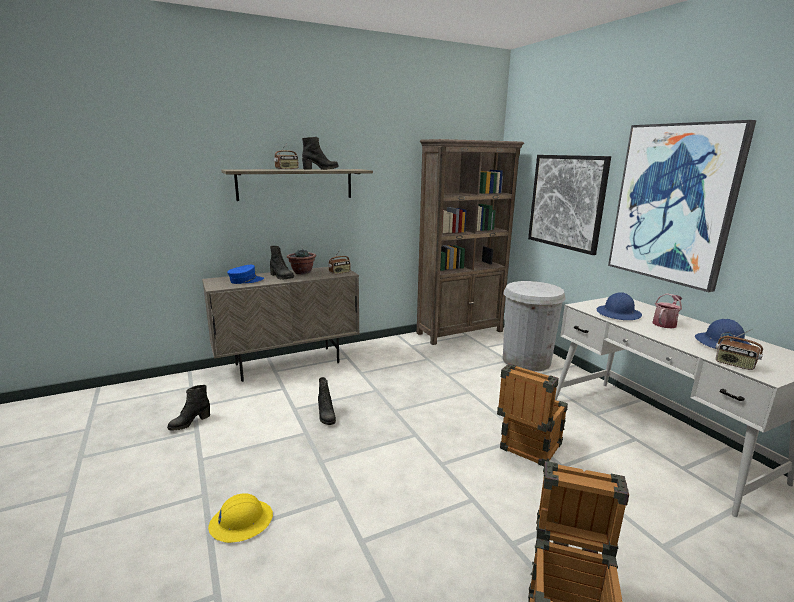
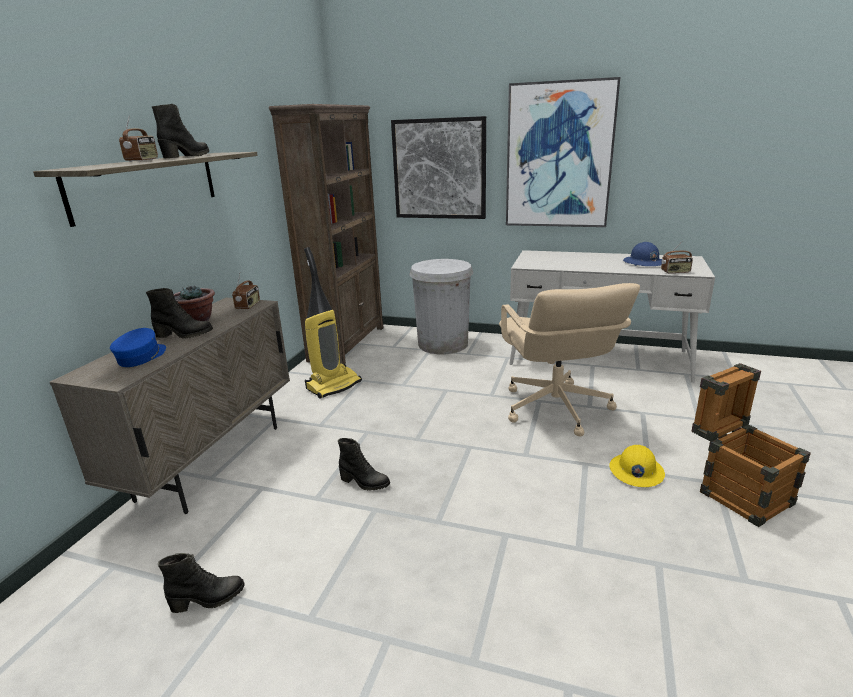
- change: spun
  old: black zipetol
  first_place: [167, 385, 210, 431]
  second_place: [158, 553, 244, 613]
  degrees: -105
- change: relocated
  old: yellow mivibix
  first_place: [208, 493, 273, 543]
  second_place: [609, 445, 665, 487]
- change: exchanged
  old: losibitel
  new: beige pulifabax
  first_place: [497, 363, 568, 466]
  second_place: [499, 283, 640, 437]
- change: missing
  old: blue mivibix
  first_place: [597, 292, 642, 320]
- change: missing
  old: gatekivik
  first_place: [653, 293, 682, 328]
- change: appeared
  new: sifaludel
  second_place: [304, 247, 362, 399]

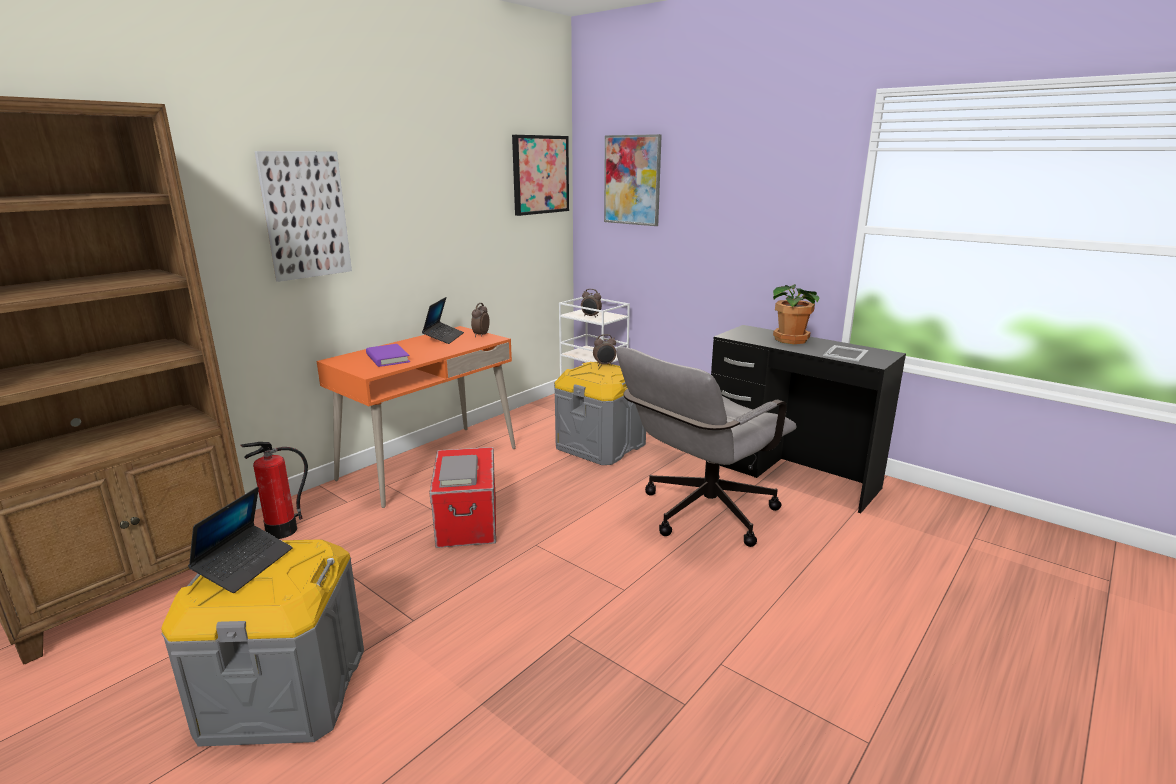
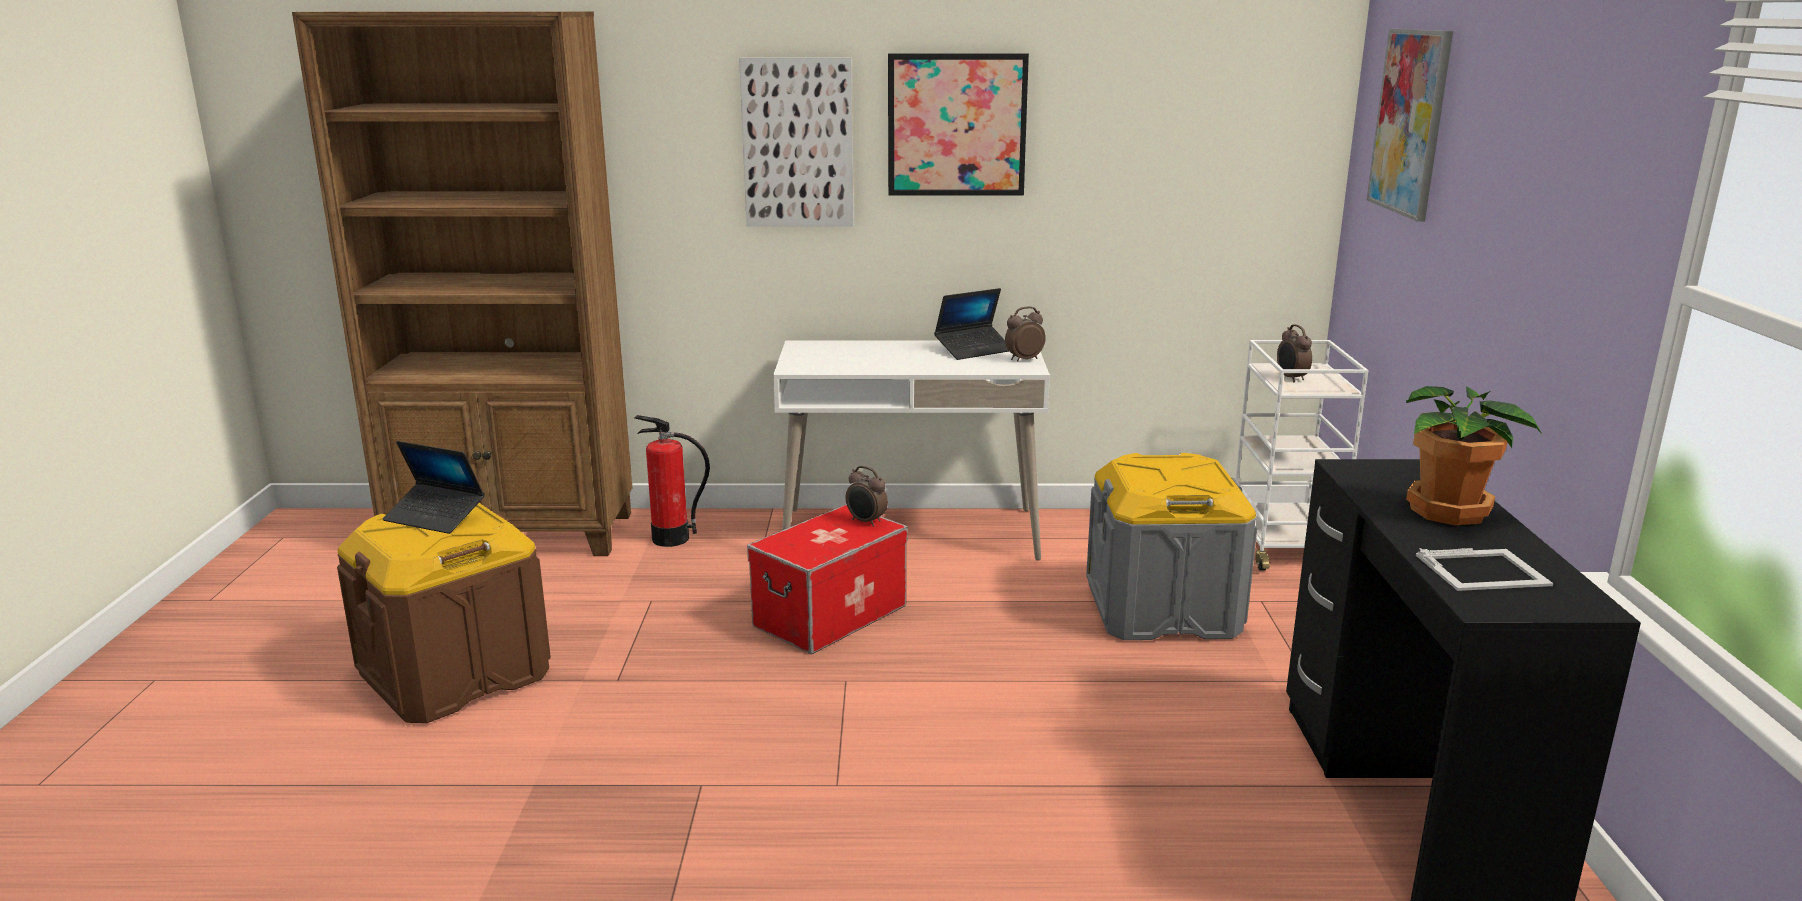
- change: colour
  old: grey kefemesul
  new: brown kefemesul
  first_place: [161, 539, 364, 747]
  second_place: [337, 503, 551, 723]
- change: spun
  old: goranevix
  first_place: [188, 487, 292, 593]
  second_place: [383, 441, 485, 534]
  degrees: 45
- change: colour
  old: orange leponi
  new: white leponi
  first_place: [316, 326, 516, 508]
  second_place: [773, 340, 1050, 561]
- change: missing
  old: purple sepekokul
  first_place: [366, 344, 410, 367]
- change: missing
  old: grey sepekokul
  first_place: [439, 455, 478, 488]
- change: relocated
  old: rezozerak
  first_place: [512, 135, 569, 216]
  second_place: [888, 53, 1029, 196]
- change: relocated
  old: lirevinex
  first_place: [593, 334, 616, 366]
  second_place: [846, 466, 888, 527]
- change: missing
  old: grey pulifabax
  first_place: [616, 347, 797, 547]

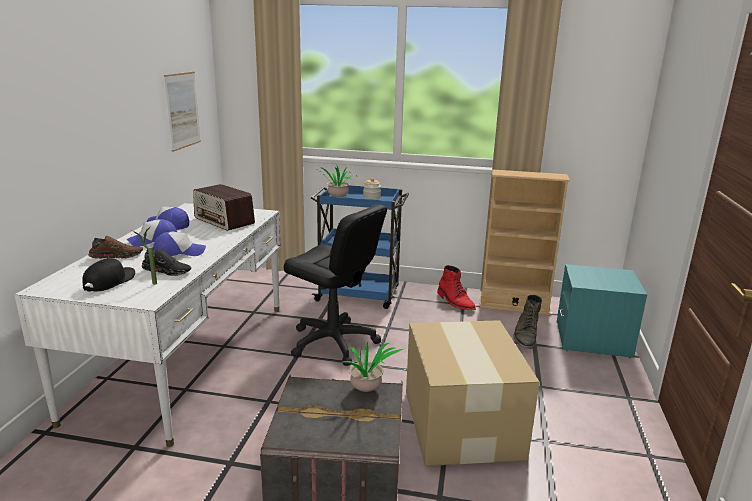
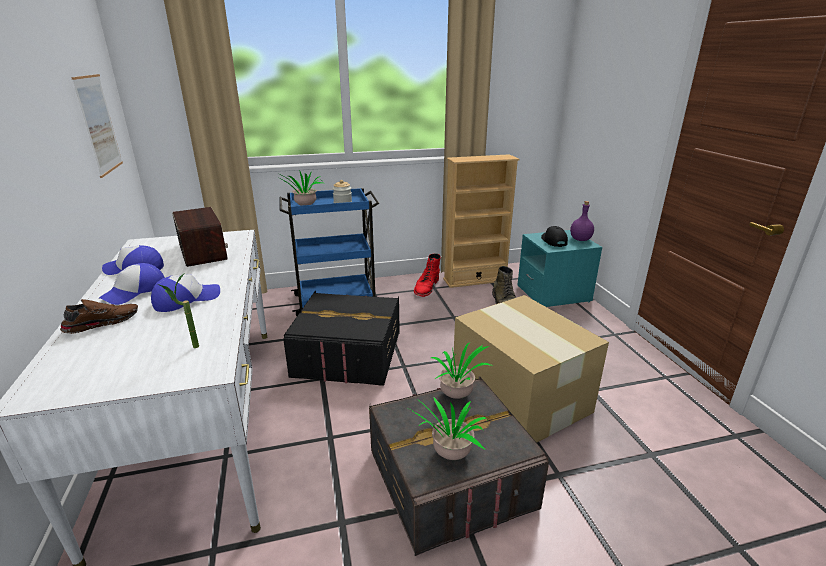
- change: relocated
  old: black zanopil
  first_place: [82, 258, 135, 292]
  second_place: [541, 226, 568, 247]
- change: missing
  old: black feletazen
  first_place: [142, 248, 191, 276]
- change: spun
  old: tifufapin
  first_place: [193, 184, 255, 231]
  second_place: [172, 207, 228, 267]
  degrees: -135
- change: exchanged
  old: black pulifabax
  new: black kefemesul
  first_place: [284, 204, 387, 366]
  second_place: [283, 291, 400, 386]
- change: spun
  old: red zipetol
  first_place: [437, 265, 476, 310]
  second_place: [414, 253, 441, 297]
  degrees: 75
- change: appeared
  new: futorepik
  second_place: [411, 397, 488, 460]
- change: appeared
  new: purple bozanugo
  second_place: [570, 201, 594, 241]

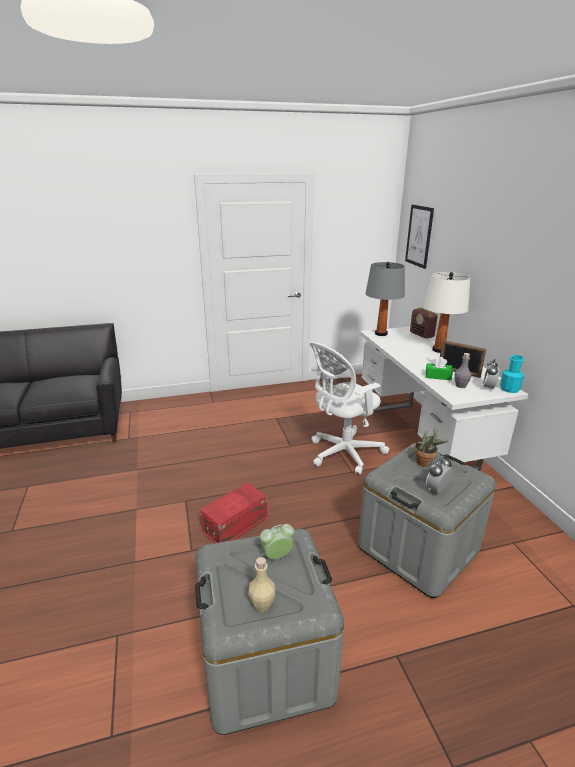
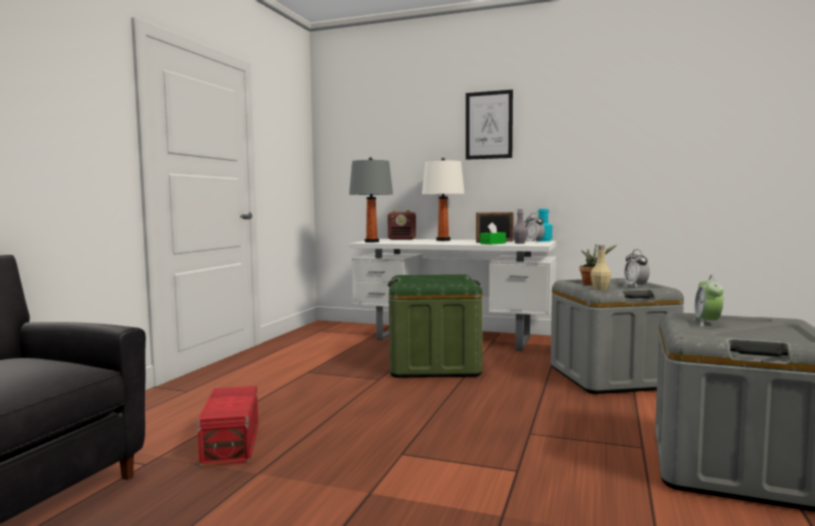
- change: relocated
  old: red kefemesul
  first_place: [200, 482, 267, 543]
  second_place: [197, 386, 258, 466]
- change: relocated
  old: beige bozanugo
  first_place: [248, 557, 275, 612]
  second_place: [591, 245, 611, 290]
- change: exchanged
  old: white pulifabax
  new: green kefemesul
  first_place: [310, 342, 389, 475]
  second_place: [388, 274, 483, 378]
- change: relocated
  old: rezozerak
  first_place: [405, 205, 434, 269]
  second_place: [466, 90, 513, 160]

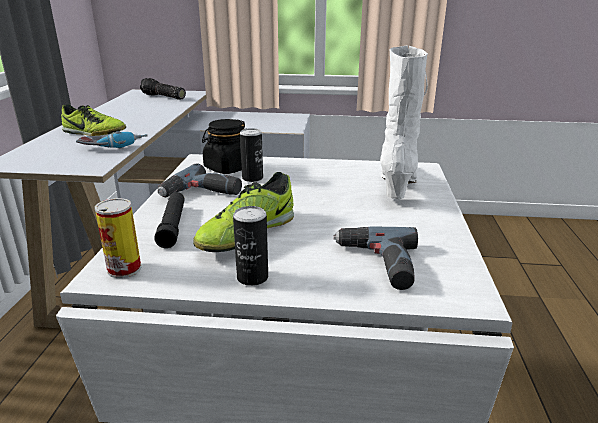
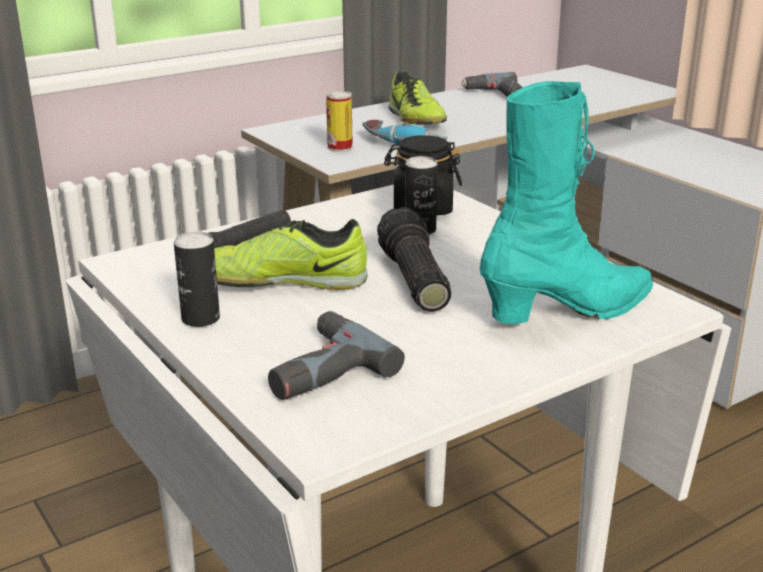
- change: relocated
  old: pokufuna
  first_place: [95, 198, 142, 278]
  second_place: [326, 91, 353, 152]
- change: relocated
  old: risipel
  first_place: [140, 78, 186, 99]
  second_place: [377, 207, 451, 312]
- change: relocated
  old: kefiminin
  first_place: [158, 164, 242, 197]
  second_place: [461, 72, 523, 97]
- change: colour
  old: white zipetol
  new: turquoise zipetol
  first_place: [380, 45, 428, 199]
  second_place: [480, 81, 653, 324]

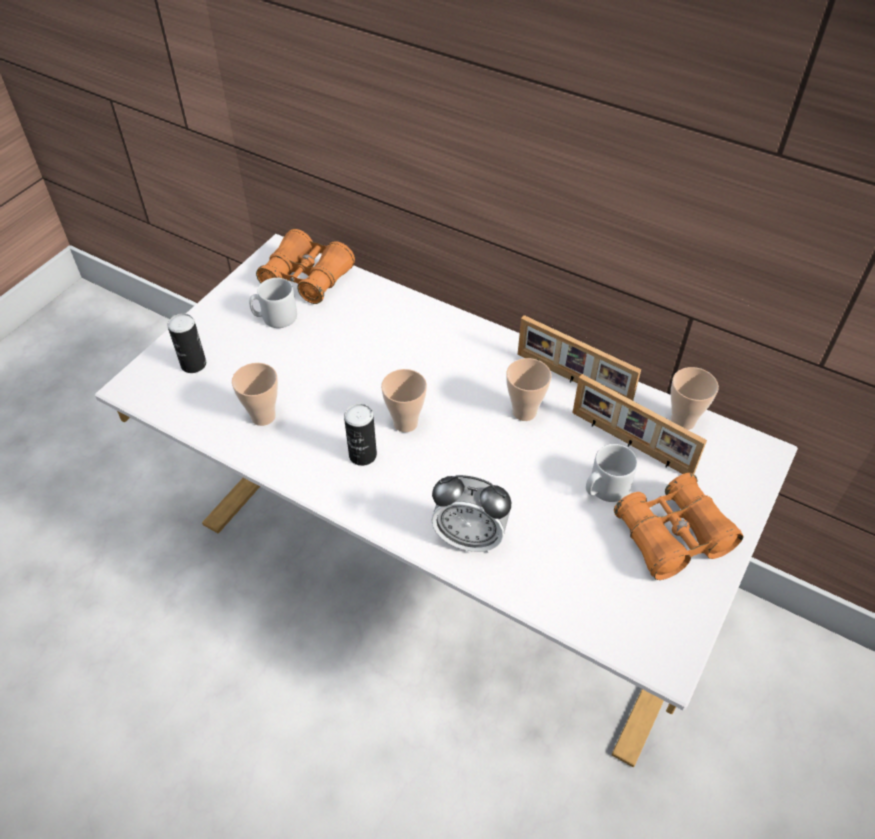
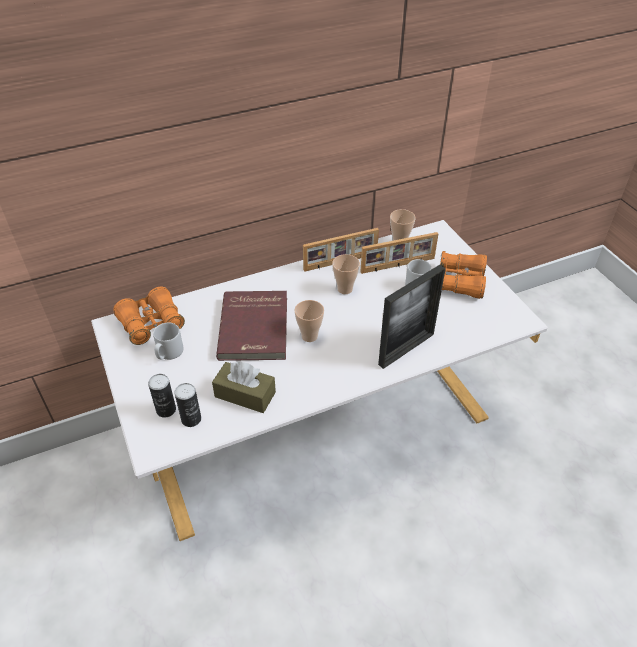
- change: exchanged
  old: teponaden
  new: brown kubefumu
  first_place: [232, 363, 278, 426]
  second_place: [212, 362, 276, 413]
- change: relocated
  old: pokufuna
  first_place: [344, 404, 377, 466]
  second_place: [174, 383, 201, 427]
- change: exchanged
  old: lirevinex
  new: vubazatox
  first_place: [431, 475, 511, 553]
  second_place: [378, 265, 446, 369]
- change: appeared
  new: red sepekokul
  second_place: [216, 291, 287, 361]

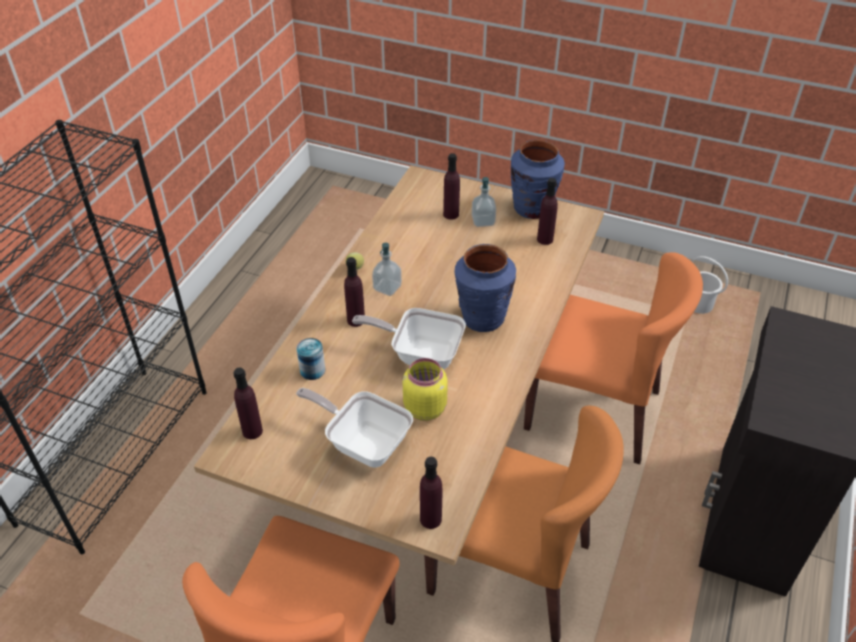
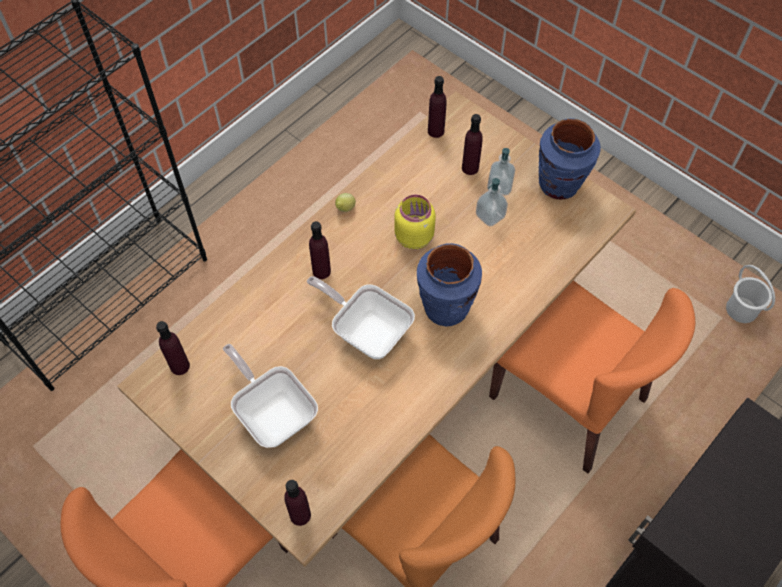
- change: missing
  old: pokufuna
  first_place: [296, 338, 325, 380]
- change: relocated
  old: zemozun
  first_place: [372, 243, 402, 296]
  second_place: [476, 178, 508, 226]
- change: relocated
  old: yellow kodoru
  first_place: [403, 358, 448, 421]
  second_place: [394, 195, 436, 249]
- change: relocated
  old: purple bozanugo
  first_place: [537, 178, 558, 245]
  second_place: [428, 76, 446, 138]

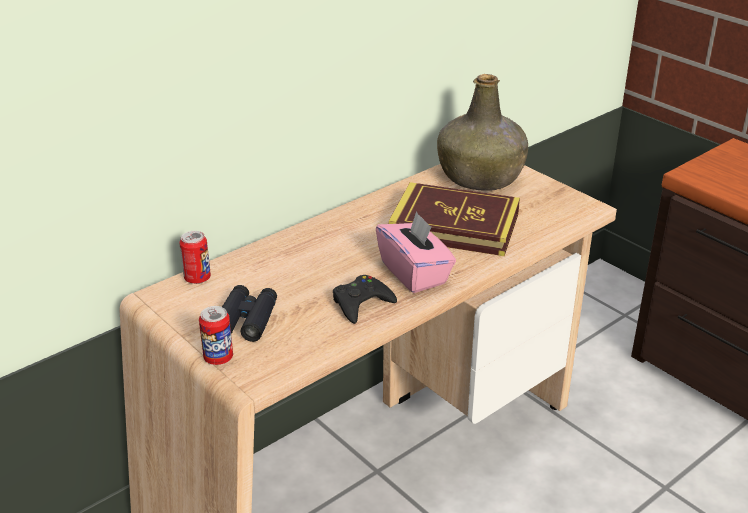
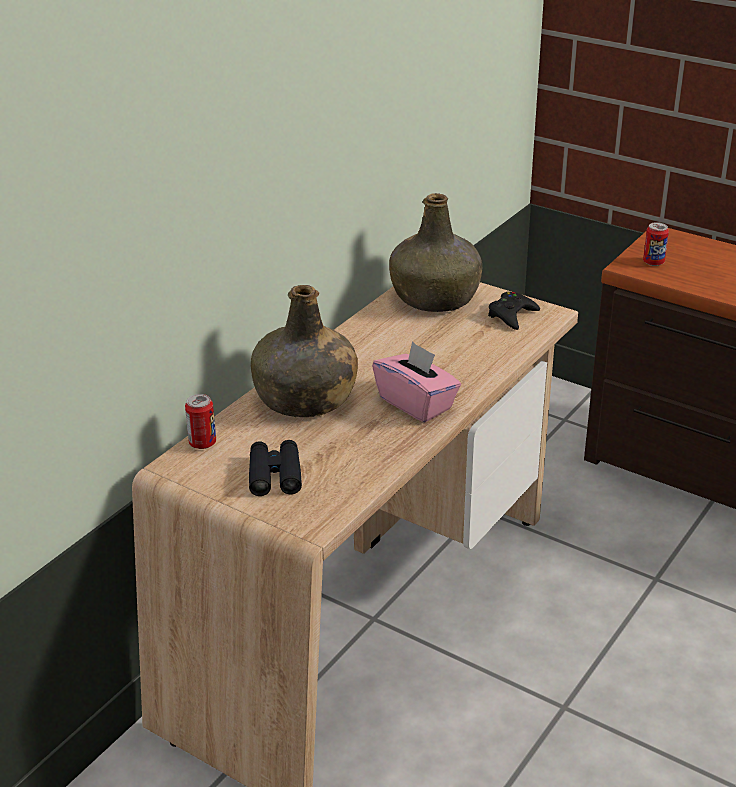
- change: relocated
  old: pokufuna
  first_place: [199, 306, 233, 365]
  second_place: [643, 222, 669, 266]
- change: relocated
  old: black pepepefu
  first_place: [333, 275, 397, 324]
  second_place: [488, 292, 540, 330]
- change: missing
  old: sepekokul
  first_place: [389, 182, 520, 256]
- change: appeared
  new: green bozanugo
  second_place: [251, 285, 358, 417]

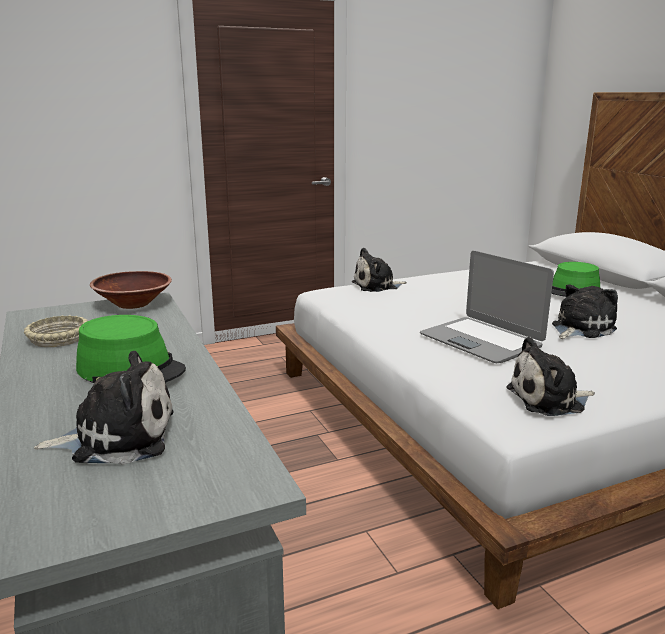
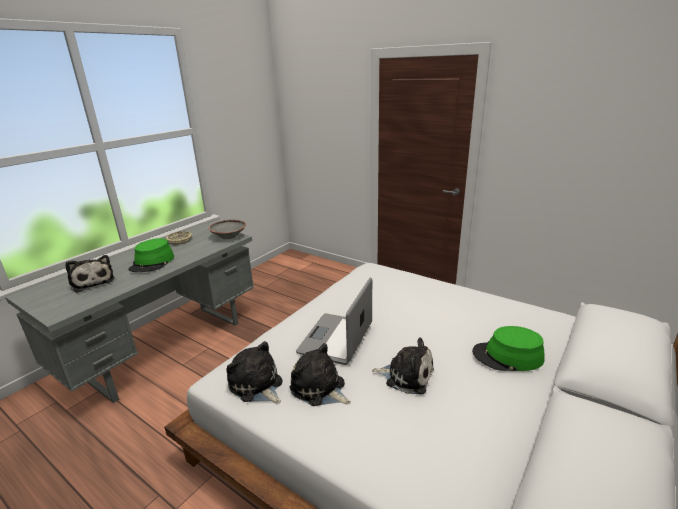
- change: colour
  old: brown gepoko
  new: grey gepoko
  first_place: [90, 271, 172, 309]
  second_place: [208, 220, 246, 239]
- change: relocated
  old: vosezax
  first_place: [352, 248, 407, 292]
  second_place: [290, 343, 351, 406]

